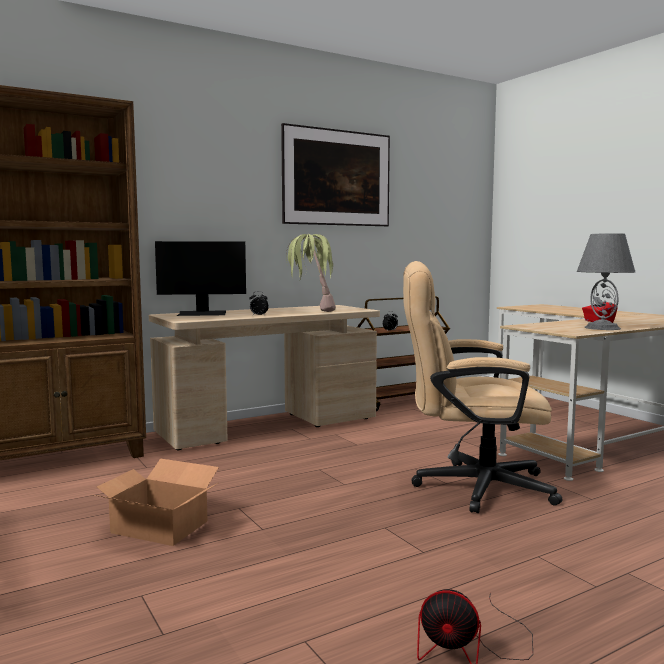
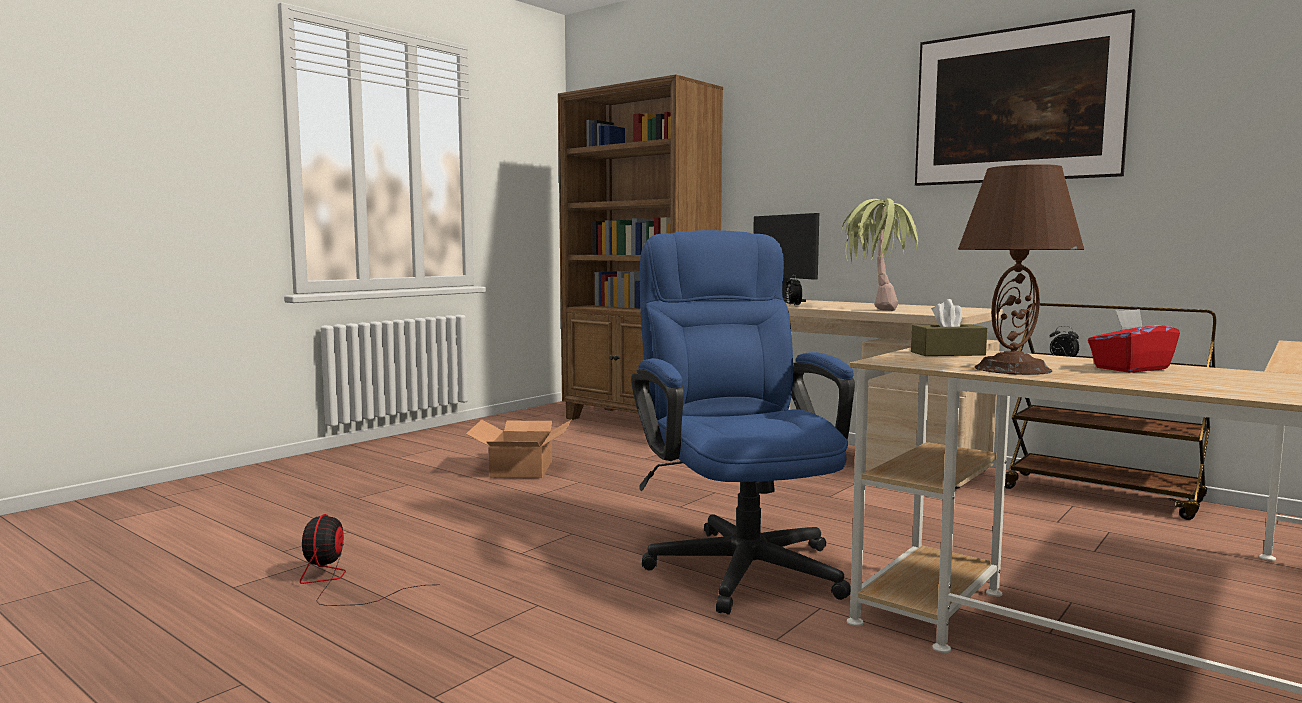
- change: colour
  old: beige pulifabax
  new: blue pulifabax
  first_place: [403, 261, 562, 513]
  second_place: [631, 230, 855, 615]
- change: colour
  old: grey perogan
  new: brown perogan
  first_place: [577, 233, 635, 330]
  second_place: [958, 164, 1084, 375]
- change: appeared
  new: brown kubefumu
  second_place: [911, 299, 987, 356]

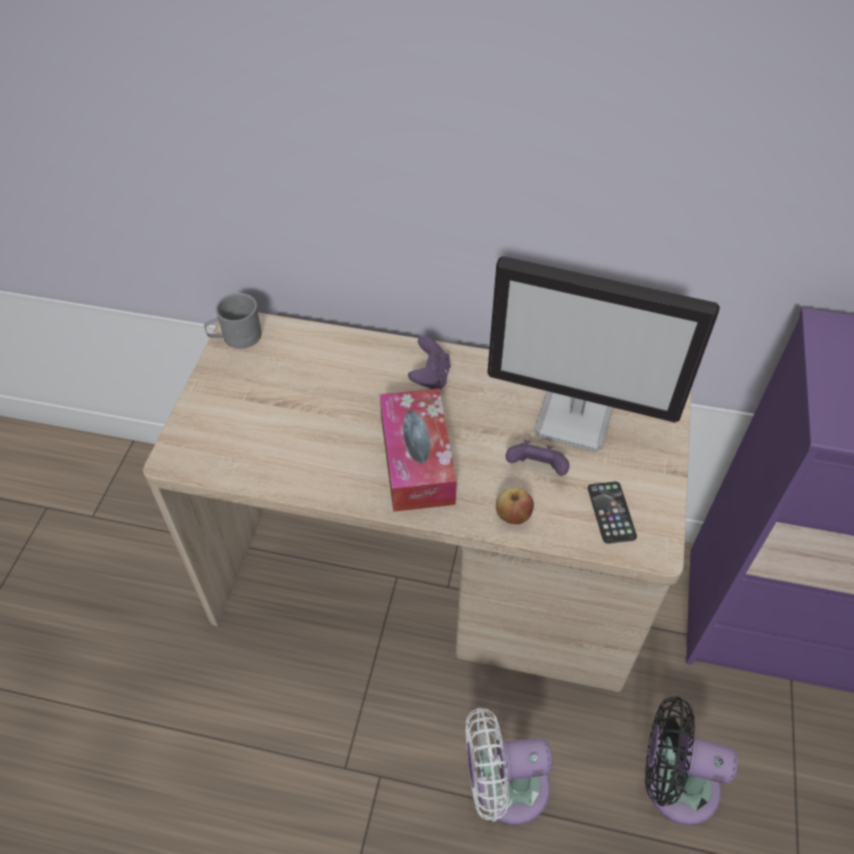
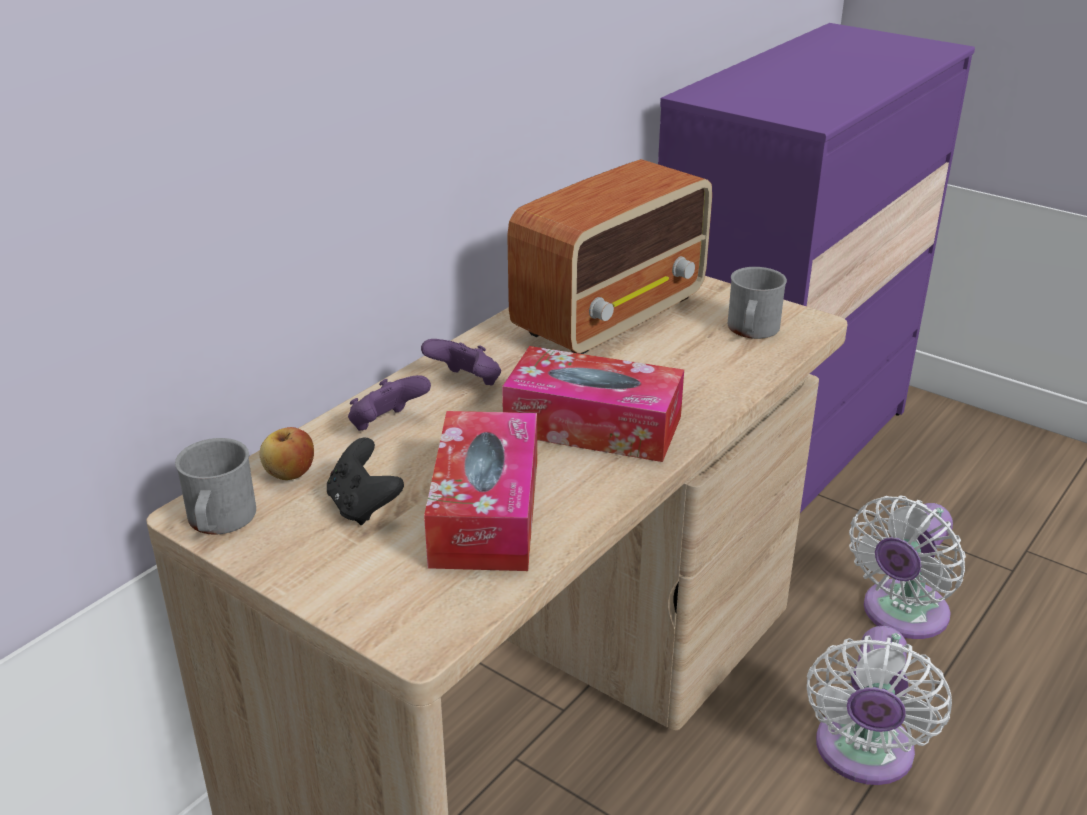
- change: exchanged
  old: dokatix
  new: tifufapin
  first_place: [487, 256, 720, 452]
  second_place: [507, 159, 712, 354]
- change: relocated
  old: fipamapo
  first_place: [496, 488, 534, 524]
  second_place: [260, 427, 314, 480]
- change: relocated
  old: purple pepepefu
  first_place: [506, 440, 570, 476]
  second_place: [348, 375, 431, 431]
- change: exchanged
  old: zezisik
  new: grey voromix
  first_place: [588, 482, 637, 544]
  second_place: [728, 267, 787, 339]
- change: colour
  old: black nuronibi
  new: white nuronibi
  first_place: [645, 697, 738, 825]
  second_place: [849, 495, 966, 639]
- change: appeared
  new: black pepepefu
  second_place: [327, 438, 404, 525]
- change: appeared
  new: kubefumu
  second_place: [424, 411, 537, 571]

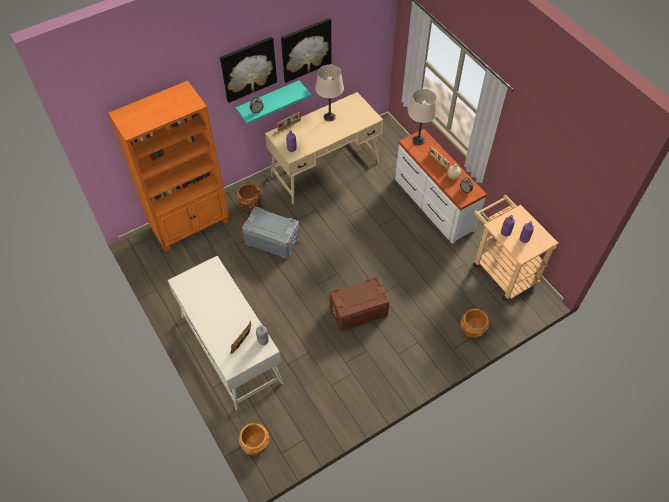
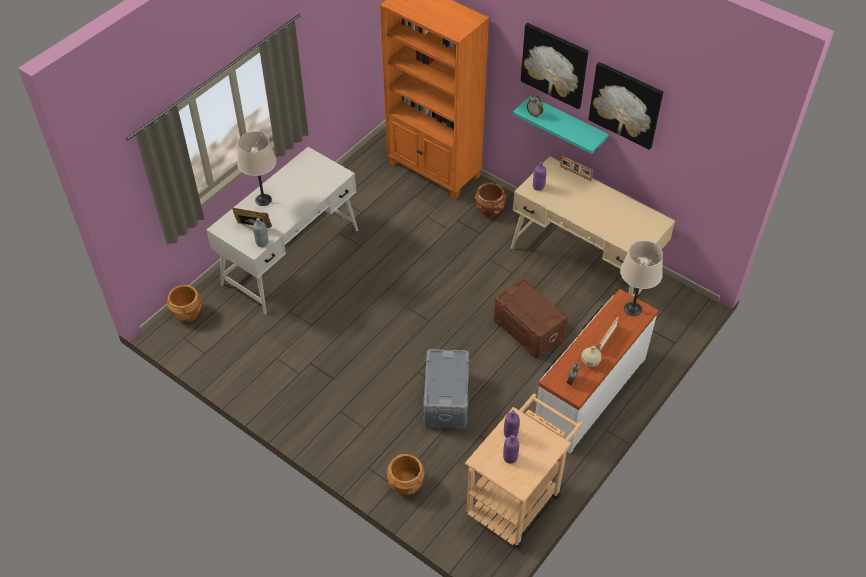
- change: relocated
  old: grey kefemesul
  first_place: [242, 207, 300, 259]
  second_place: [423, 349, 470, 429]
- change: relocated
  old: beige perogan
  first_place: [315, 65, 344, 121]
  second_place: [237, 131, 276, 206]
- change: relocated
  old: brown kefemesul
  first_place: [330, 277, 390, 331]
  second_place: [494, 278, 568, 358]

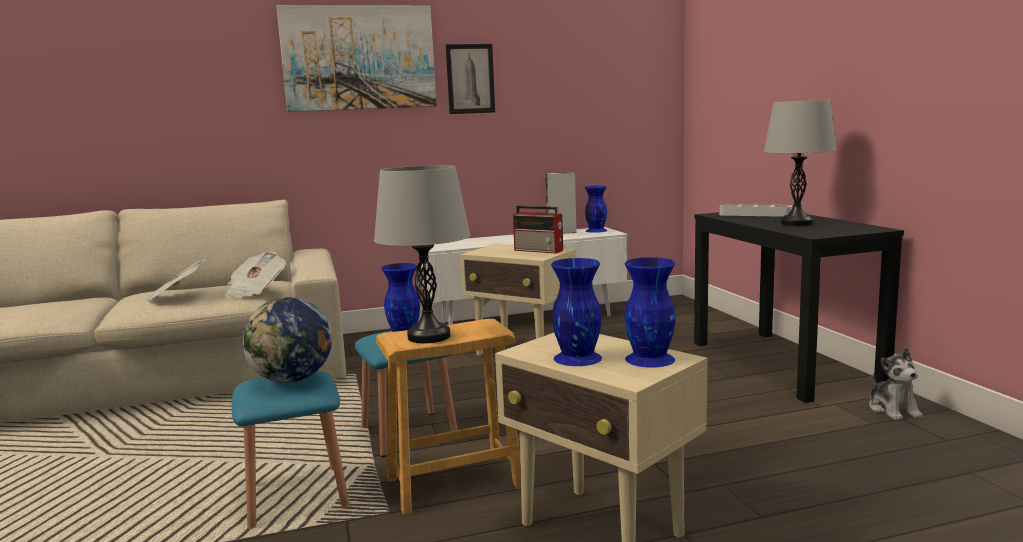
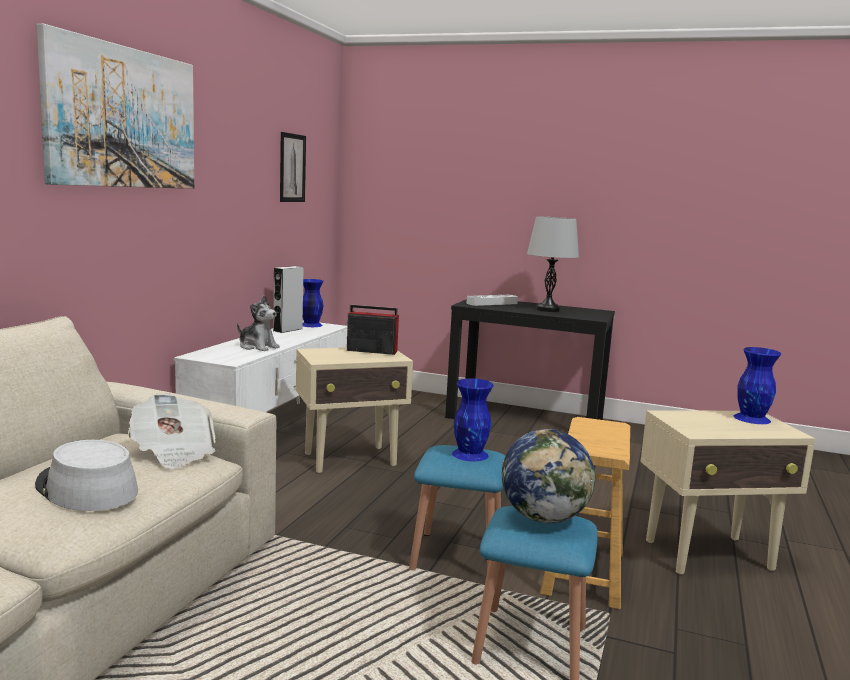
- change: exchanged
  old: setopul
  new: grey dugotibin
  first_place: [142, 259, 206, 301]
  second_place: [35, 440, 138, 511]
- change: missing
  old: grey perogan
  first_place: [374, 165, 471, 343]
- change: relocated
  old: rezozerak
  first_place: [446, 44, 495, 114]
  second_place: [280, 132, 306, 202]
- change: spun
  old: tifufapin
  first_place: [513, 206, 563, 254]
  second_place: [345, 305, 399, 355]
  degrees: -150
- change: missing
  old: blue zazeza
  first_place: [551, 258, 602, 366]
- change: relocated
  old: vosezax
  first_place: [869, 347, 923, 420]
  second_place: [237, 295, 280, 351]

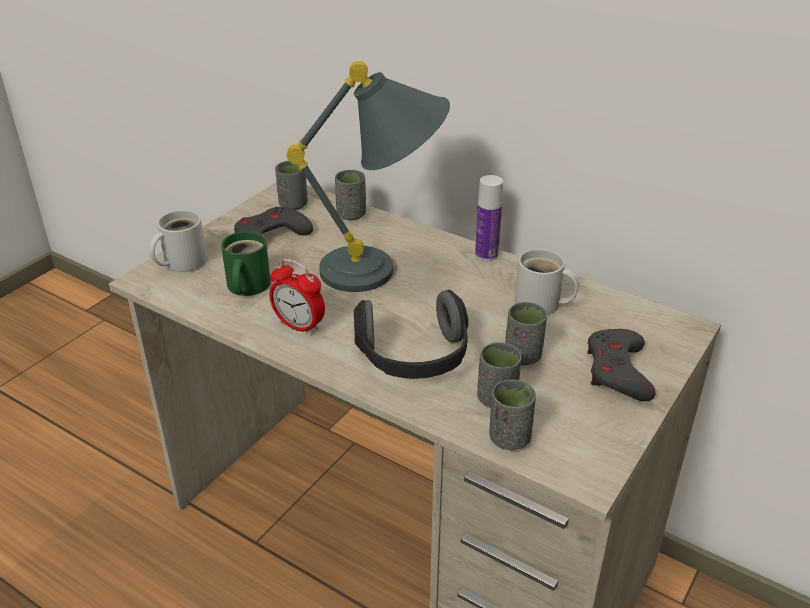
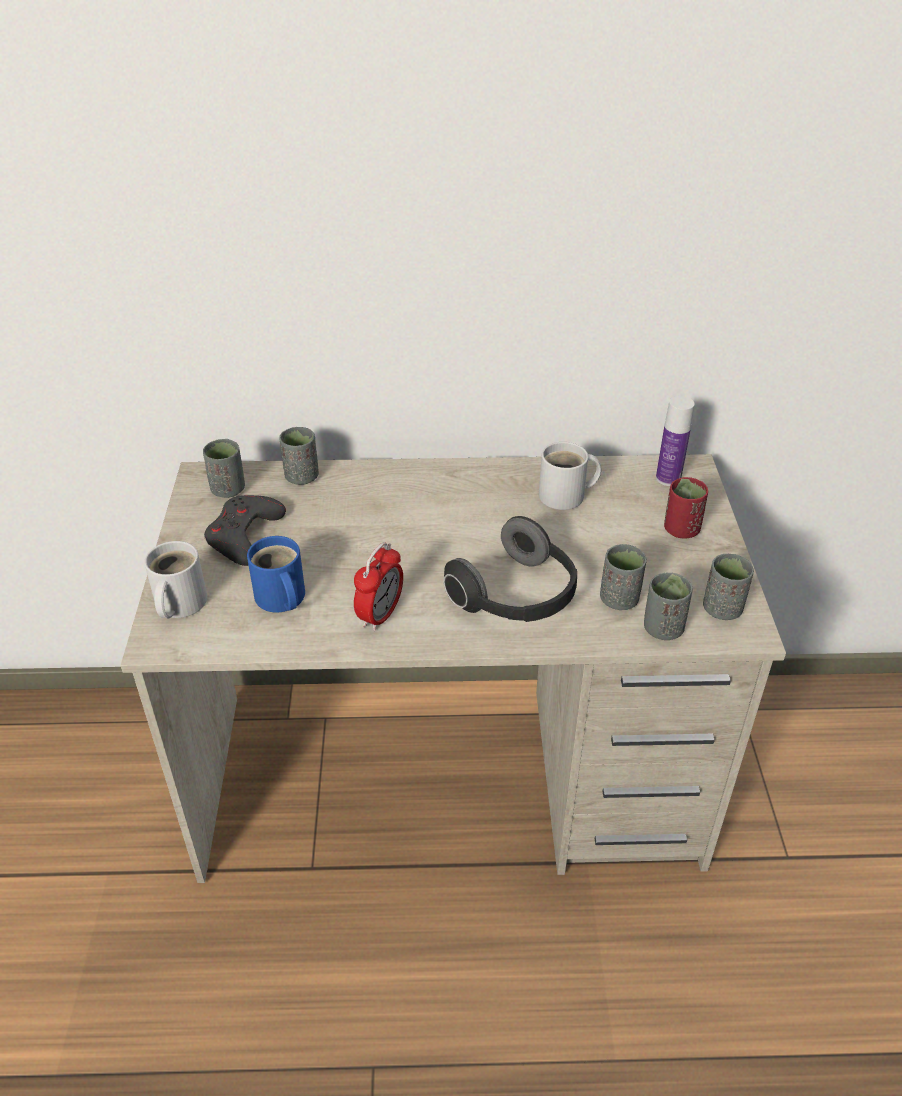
- change: colour
  old: green voromix
  new: blue voromix
  first_place: [221, 231, 271, 296]
  second_place: [247, 536, 305, 613]
- change: spun
  old: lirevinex
  first_place: [270, 259, 325, 335]
  second_place: [354, 542, 403, 631]
  degrees: -60
- change: missing
  old: grey perogan
  first_place: [287, 61, 450, 292]
- change: relocated
  old: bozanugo
  first_place: [475, 175, 503, 261]
  second_place: [656, 396, 695, 486]
- change: relocated
  old: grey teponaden
  first_place: [505, 302, 547, 365]
  second_place: [703, 554, 754, 620]
- change: exchanged
  old: grey pepepefu
  new: red teponaden
  first_place: [587, 329, 656, 401]
  second_place: [664, 477, 708, 539]

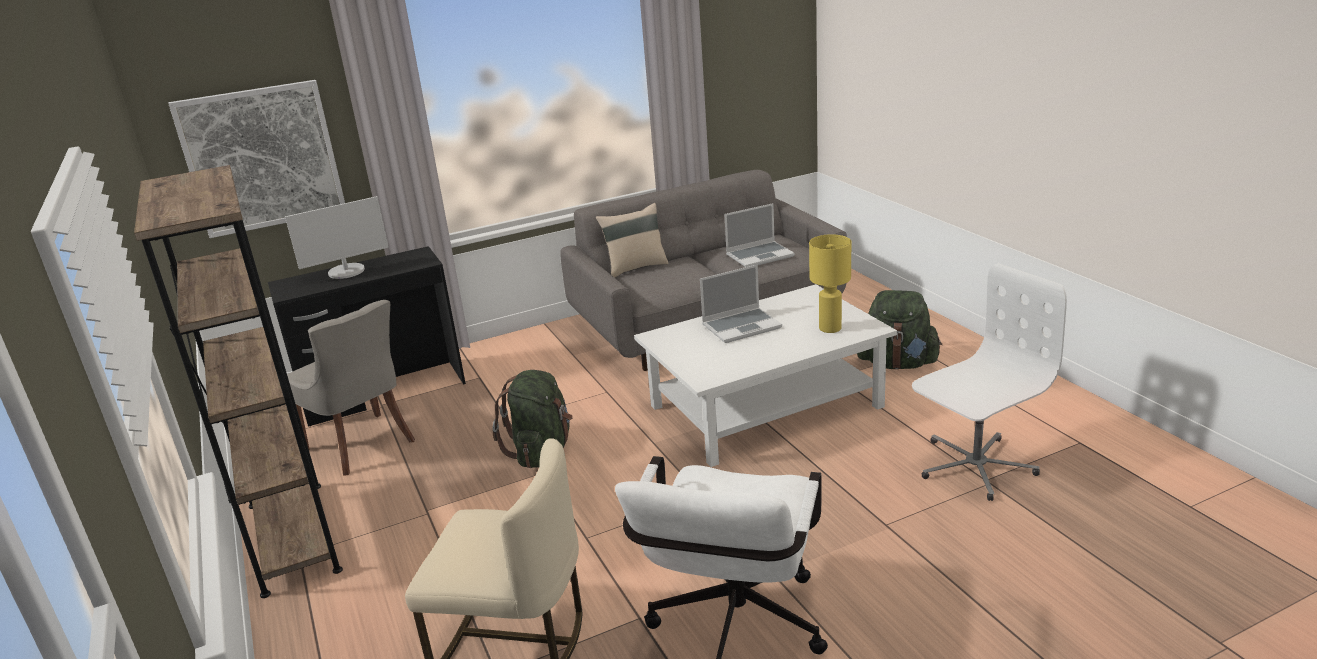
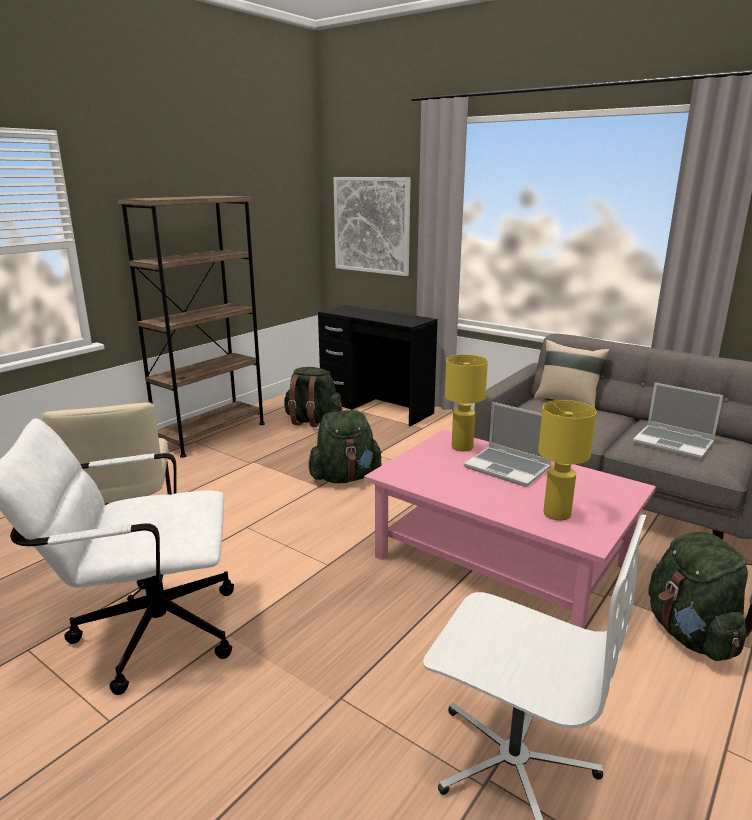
- change: missing
  old: dokatix
  first_place: [285, 196, 389, 279]
- change: exchanged
  old: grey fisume
  new: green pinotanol
  first_place: [287, 300, 415, 476]
  second_place: [284, 367, 342, 427]
- change: colour
  old: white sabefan
  new: pink sabefan
  first_place: [634, 284, 897, 467]
  second_place: [364, 429, 656, 629]
- change: appeared
  new: yellow perogan
  second_place: [445, 354, 488, 451]

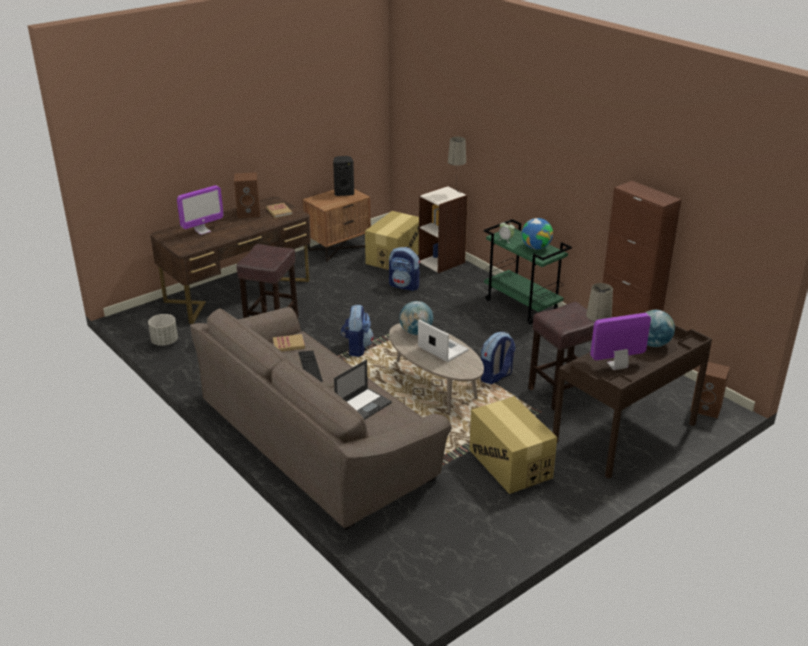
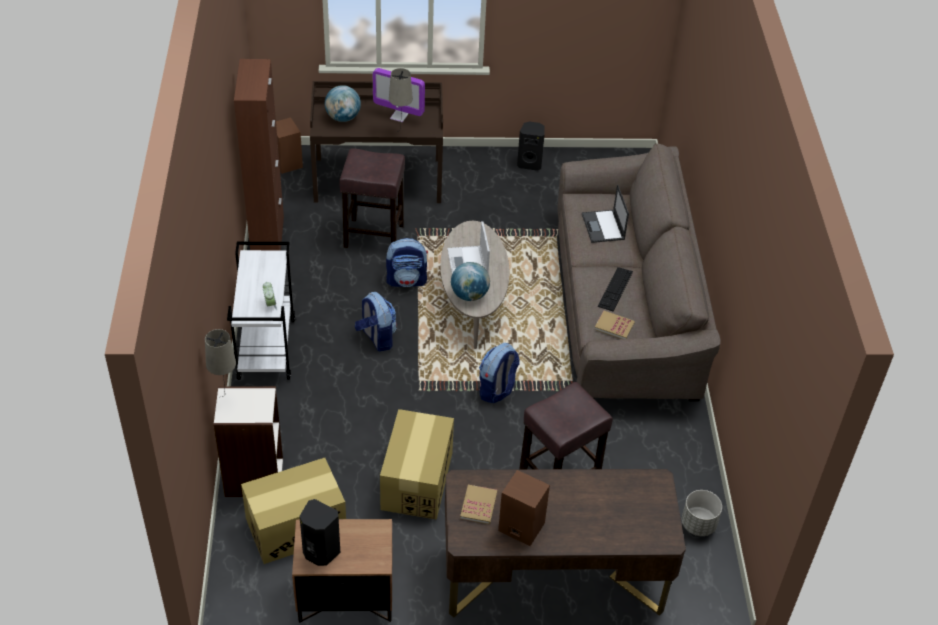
- change: missing
  old: dokatix
  first_place: [177, 185, 224, 235]
- change: spun
  old: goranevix
  first_place: [334, 360, 392, 420]
  second_place: [582, 185, 629, 243]
  degrees: -90
- change: relocated
  old: pinotanol
  first_place: [389, 247, 420, 291]
  second_place: [355, 292, 397, 352]
- change: relocated
  old: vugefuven
  first_place: [469, 396, 557, 494]
  second_place: [380, 409, 454, 520]
- change: colour
  old: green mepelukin
  new: white mepelukin
  first_place: [484, 219, 572, 325]
  second_place: [227, 242, 295, 380]
- change: missing
  old: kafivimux
  first_place: [522, 218, 553, 249]
- change: appeared
  new: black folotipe
  second_place: [517, 121, 545, 171]

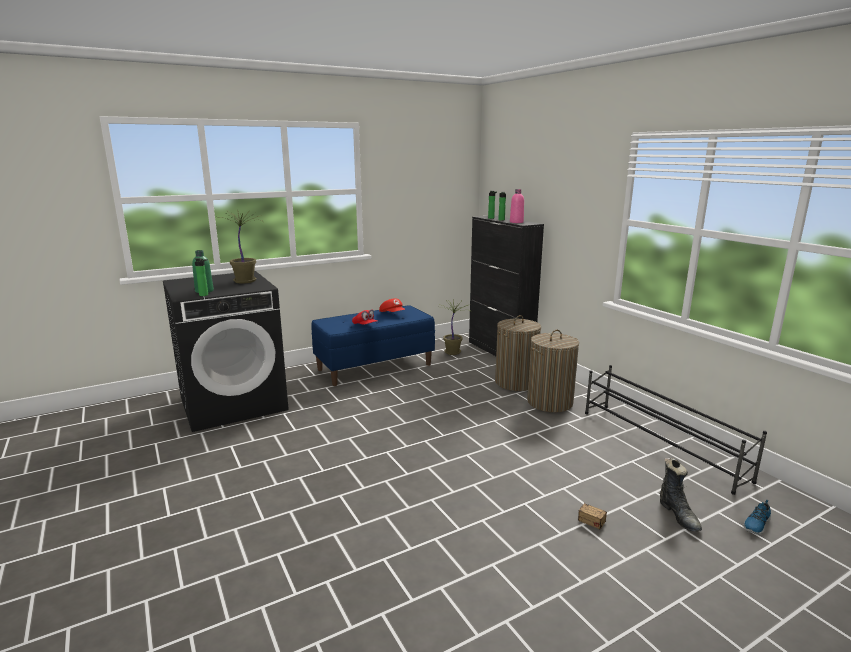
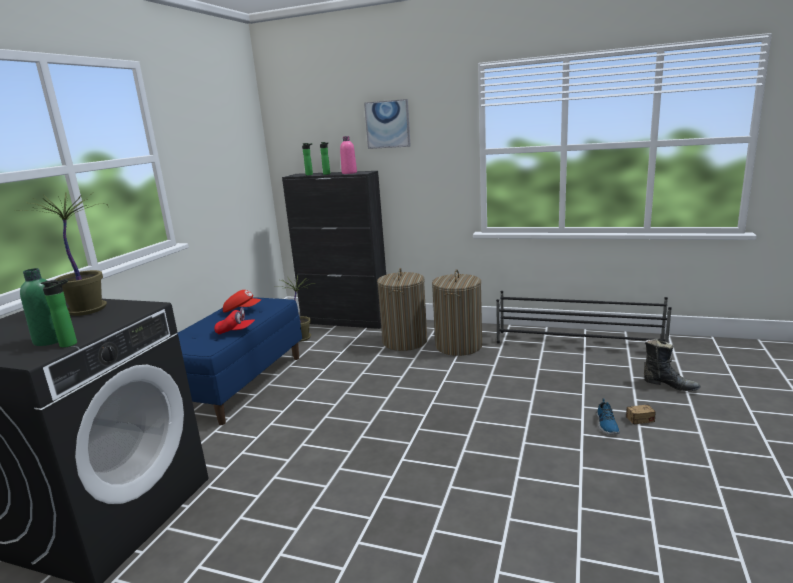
- change: relocated
  old: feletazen
  first_place: [743, 500, 771, 535]
  second_place: [596, 398, 620, 435]
- change: appeared
  new: rezozerak
  second_place: [364, 99, 411, 149]

